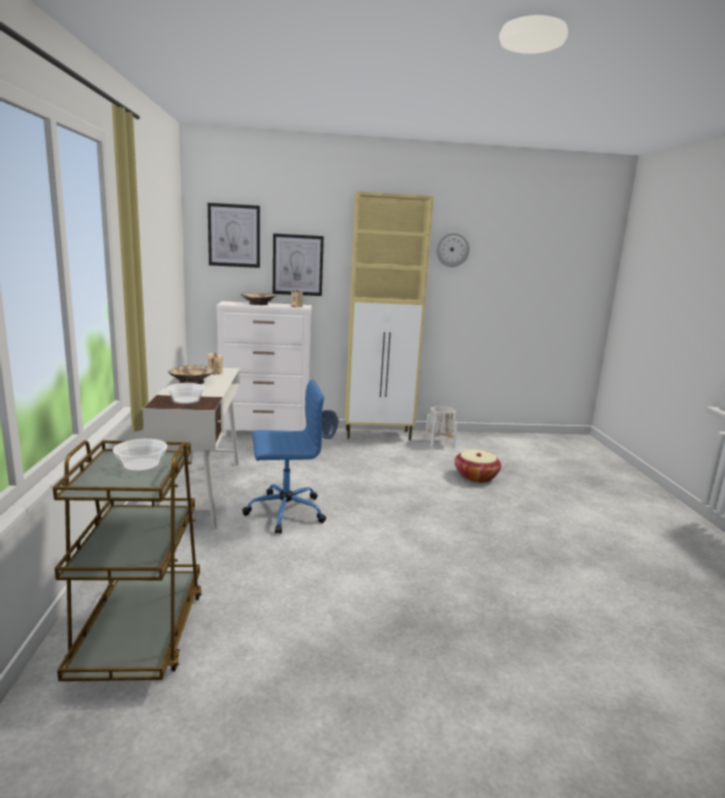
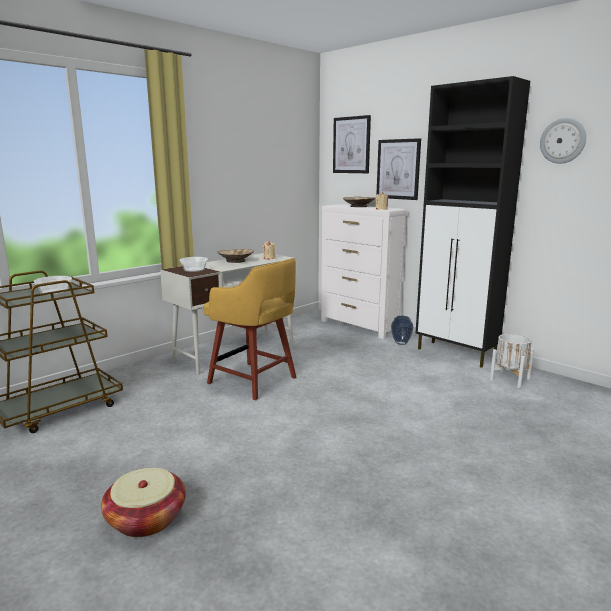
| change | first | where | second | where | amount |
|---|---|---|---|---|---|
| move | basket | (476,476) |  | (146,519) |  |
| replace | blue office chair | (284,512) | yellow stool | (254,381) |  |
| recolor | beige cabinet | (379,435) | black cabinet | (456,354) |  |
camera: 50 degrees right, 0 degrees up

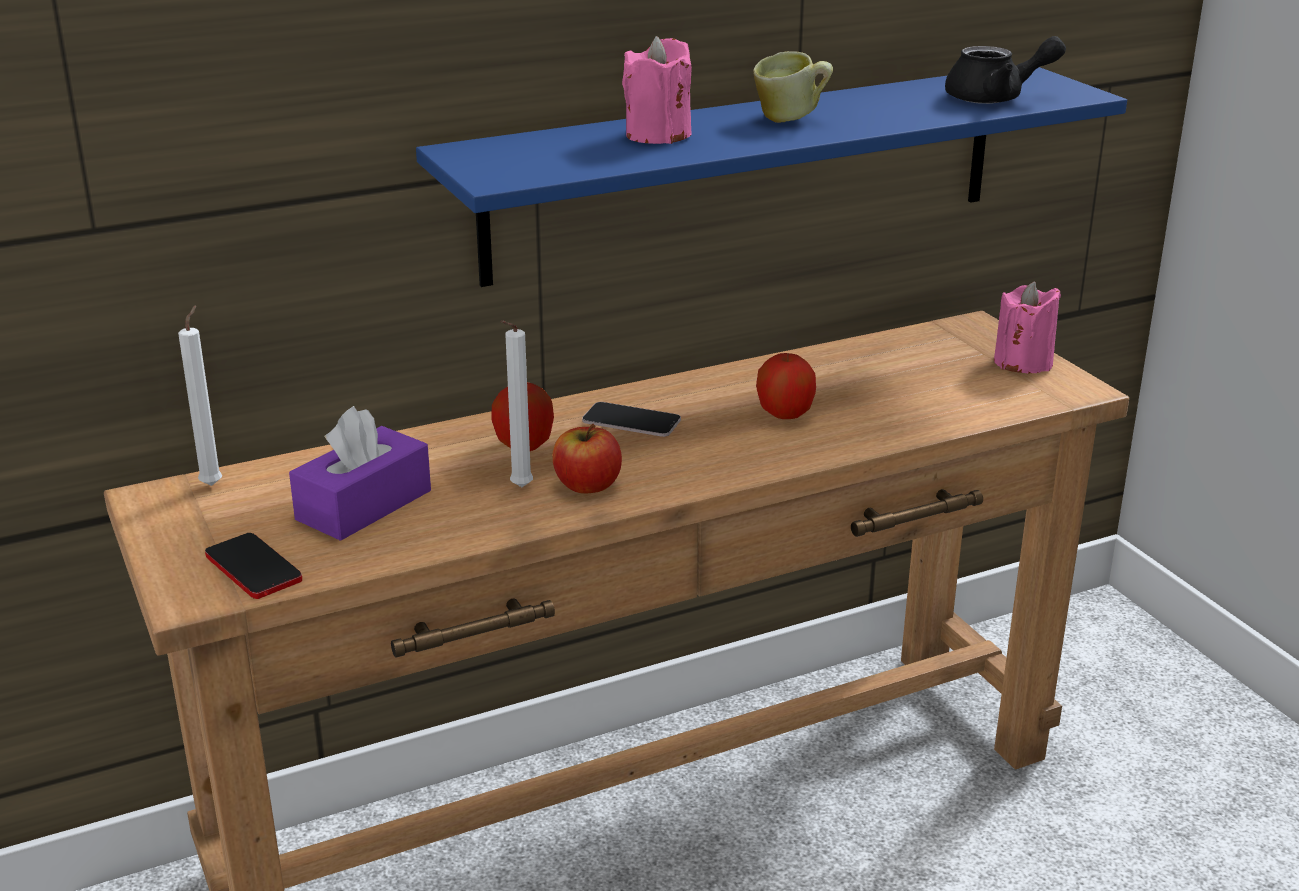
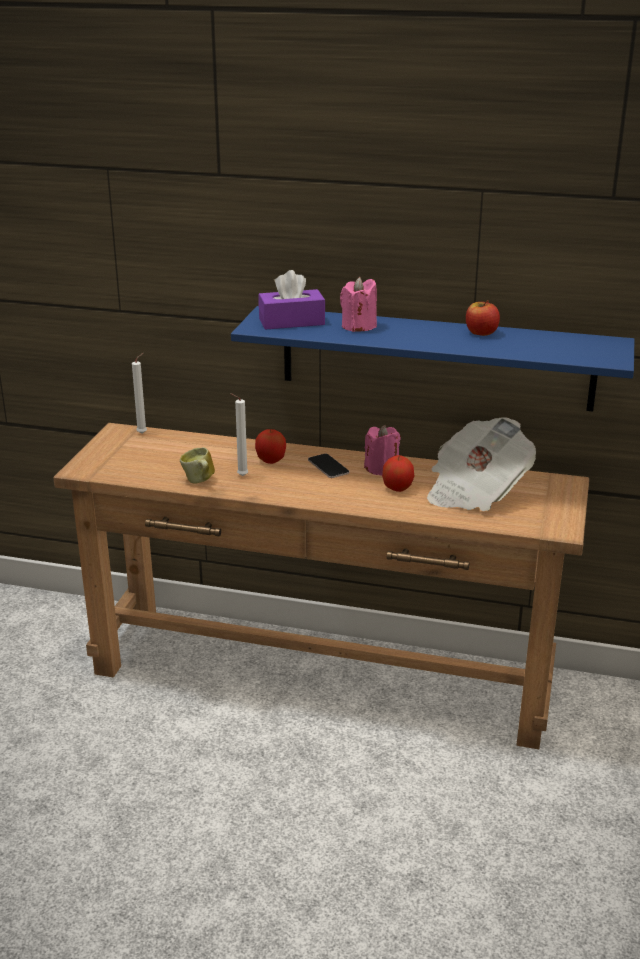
| change | first | where | second | where | amount |
|---|---|---|---|---|---|
| delete | phone | (253,568) |  |  |  |
| delete | black teapot | (996,98) |  |  |  |
| insert |  |  | newspaper | (475,491) |  |
| move | purple tissue box | (364,505) |  | (291,322) |  |
| move | apple | (587,485) |  | (481,333) |  |
| move | mug | (791,120) |  | (199,482) |  |
| move | pink candle | (1023,362) |  | (381,468) |  |
camera: 40 degrees right, 0 degrees up

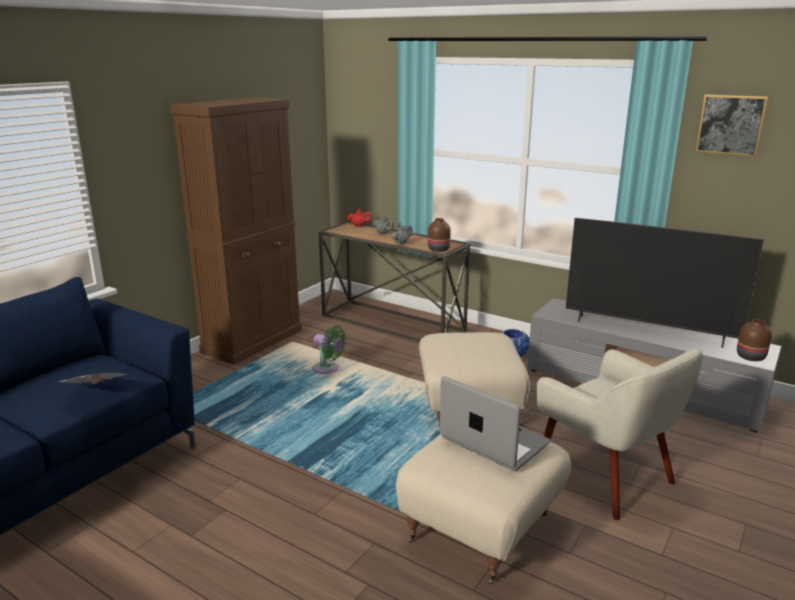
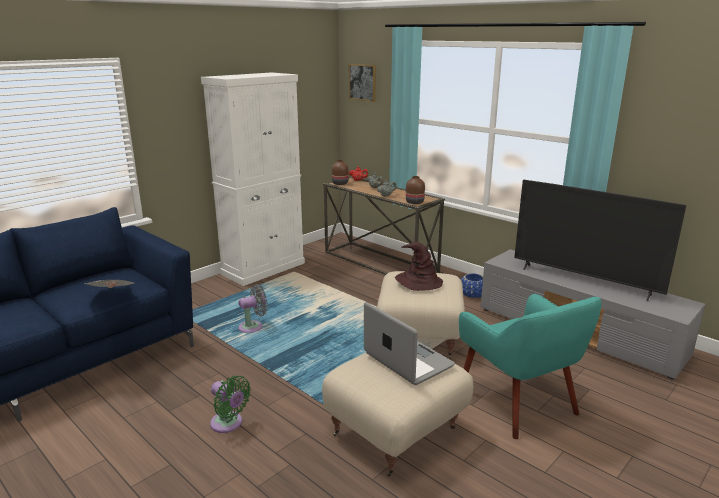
| change | first | where | second | where | amount |
|---|---|---|---|---|---|
| insert |  |  | grey fan | (253,327) |  |
| insert |  |  | brown hat | (418,282) |  |
| move | green fan | (328,369) |  | (228,424) |  |
| move | picture | (730,125) |  | (362,82) |  |
| move | brown vase | (751,357) |  | (340,183) |  |
| recolor | brown cabinet | (253,341) | white cabinet | (264,268) |  |
| recolor | beige armchair | (606,476) | turquoise armchair | (518,402) |  |
camera: 10 degrees right, 0 degrees up

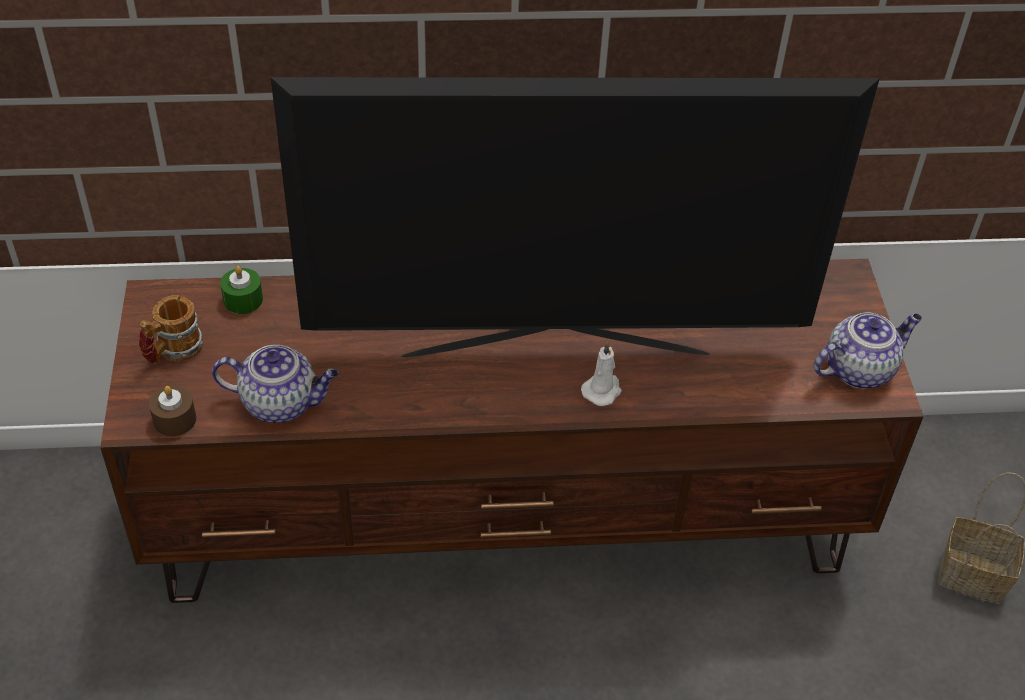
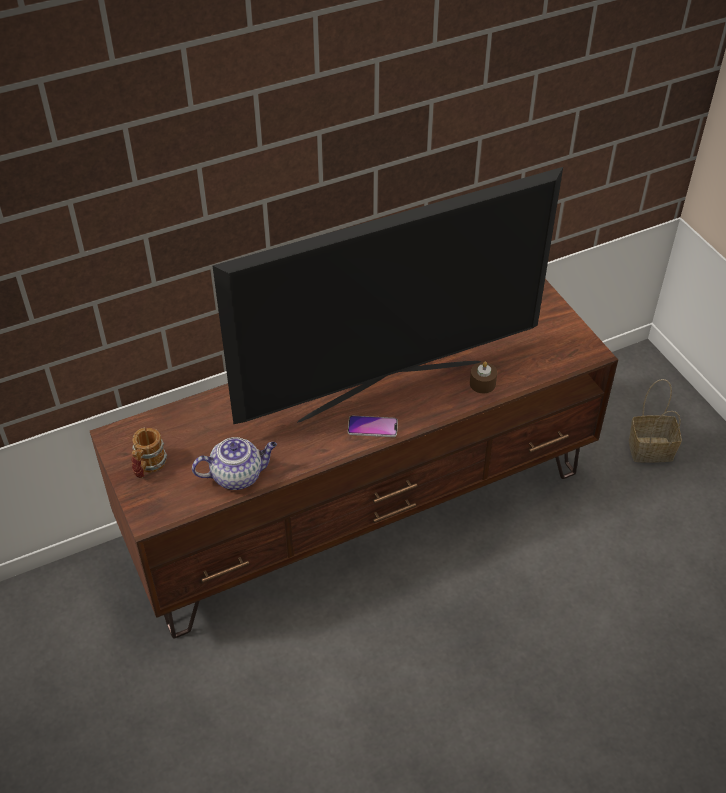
| change | first | where | second | where | amount |
|---|---|---|---|---|---|
| delete | green candle | (243,300) |  |  |  |
| delete | white candle | (602,390) |  |  |  |
| delete | teapot | (859,369) |  |  |  |
| insert |  |  | phone | (372,427) |  |
| move | brown candle | (174,419) |  | (482,383) |  |
camera: 20 degrees left, 0 degrees up

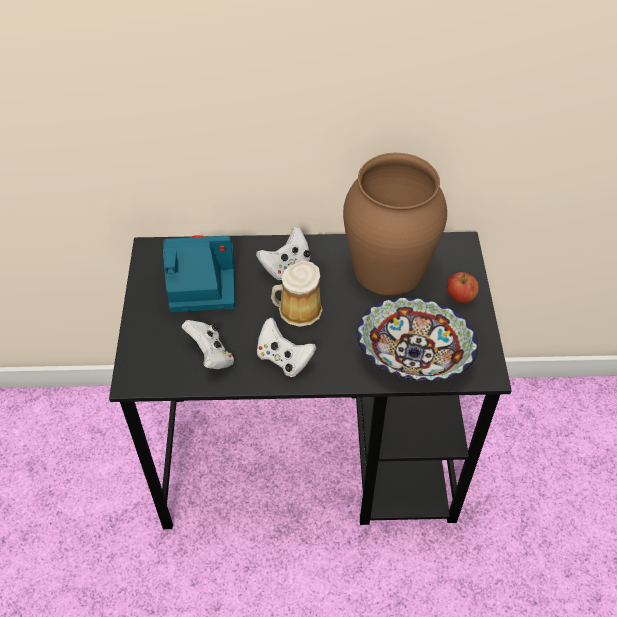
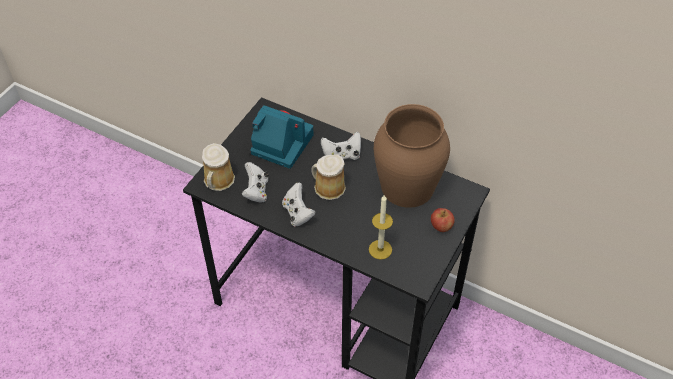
| change | first | where | second | where | amount |
|---|---|---|---|---|---|
| insert |  |  | mug | (218,181) |  |
| replace | bowl | (413,356) | candle | (380,249) |  |
camera: 30 degrees right, 0 degrees up

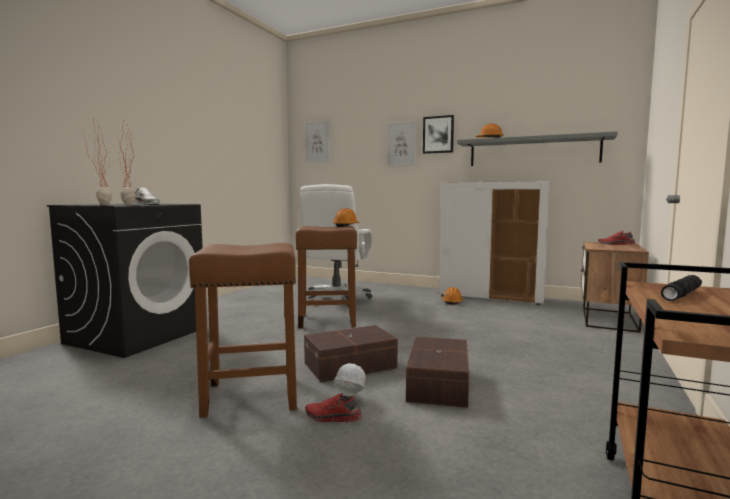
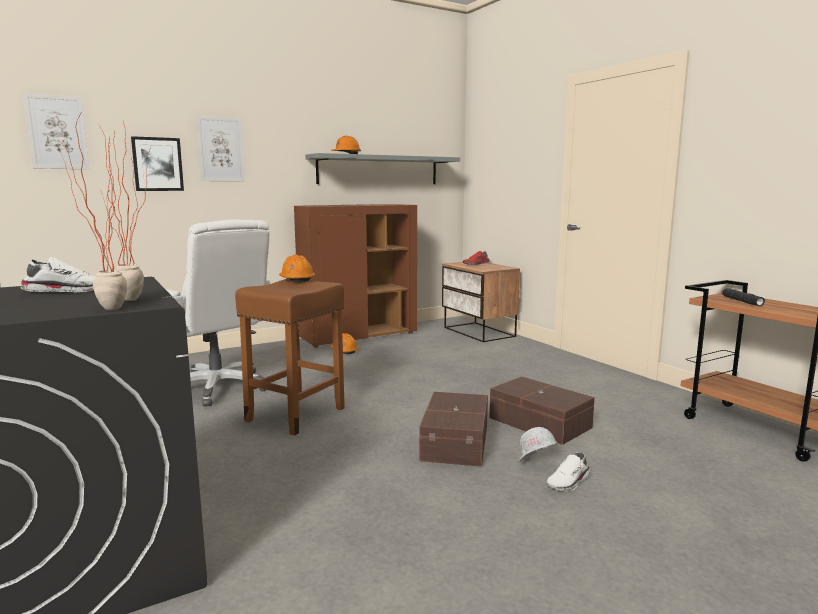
| change | first | where | second | where | amount |
|---|---|---|---|---|---|
| delete | brown stool | (249,396) |  |  |  |
| move | picture | (438,134) |  | (157,164) |  |
| recolor | red shoe | (332,418) | white shoe | (569,482) |  |
| recolor | white cabinet | (491,297) | brown cabinet | (359,336) |  |
camera: 55 degrees left, 5 degrees up

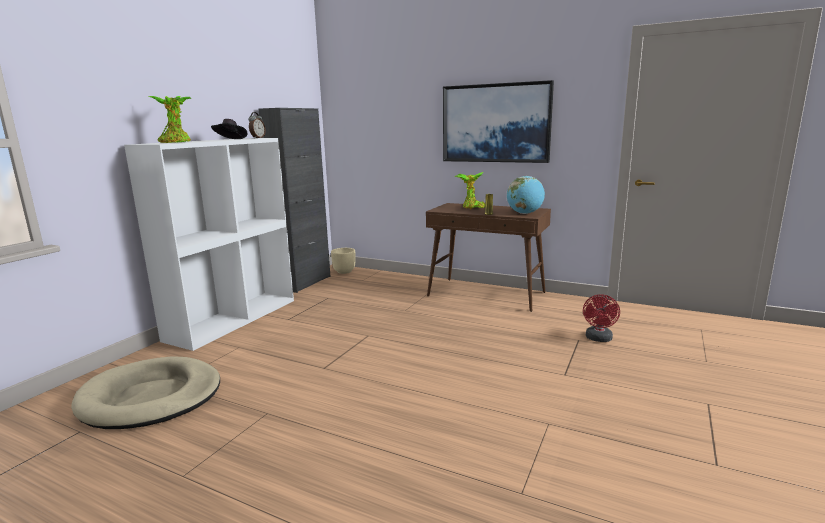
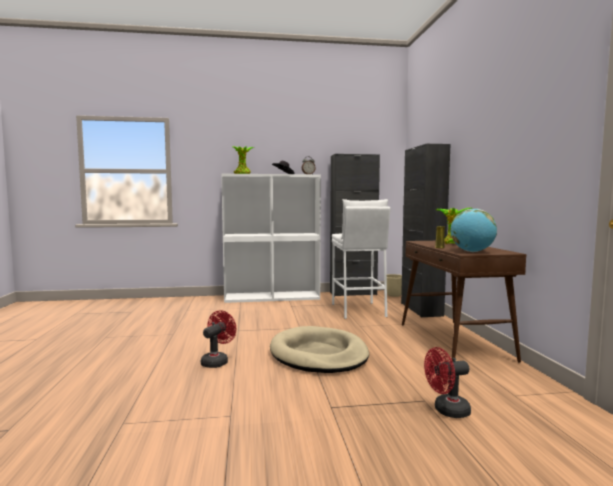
| change | first | where | second | where | amount |
|---|---|---|---|---|---|
| delete | picture | (495,123) |  |  |  |
| insert |  |  | red fan | (217,361) |  |
| insert |  |  | white stool | (358,310) |  |
| insert |  |  | black cabinet | (421,309) |  |
| move | beige dog bed | (151,397) |  | (318,354) |  |
camera: 55 degrees right, 10 degrees down

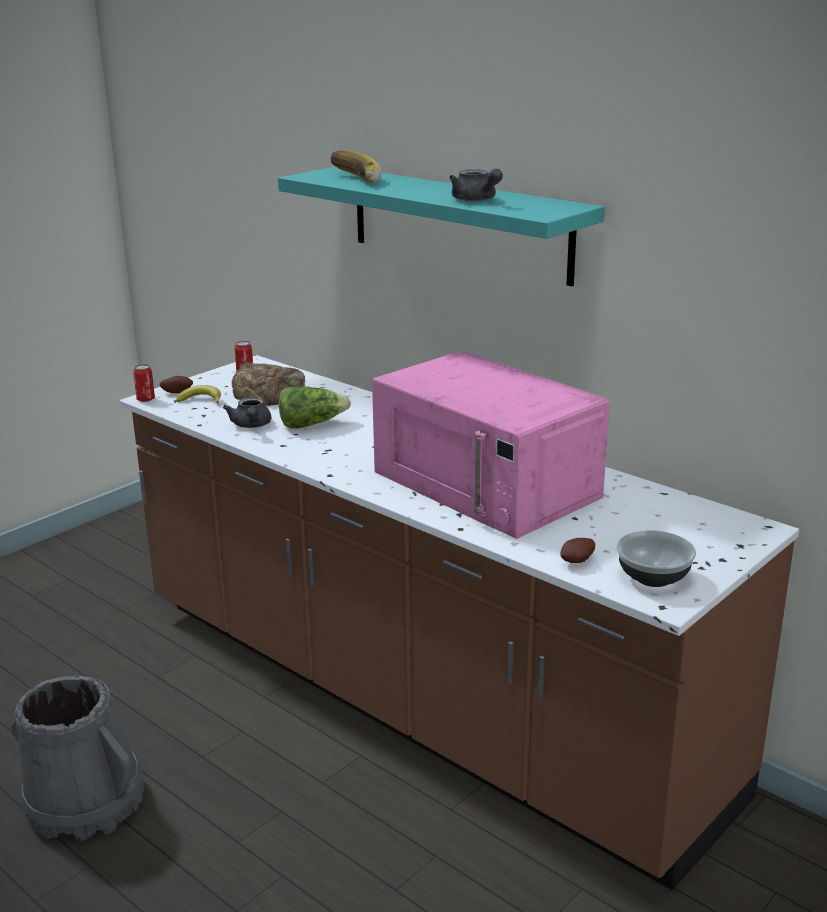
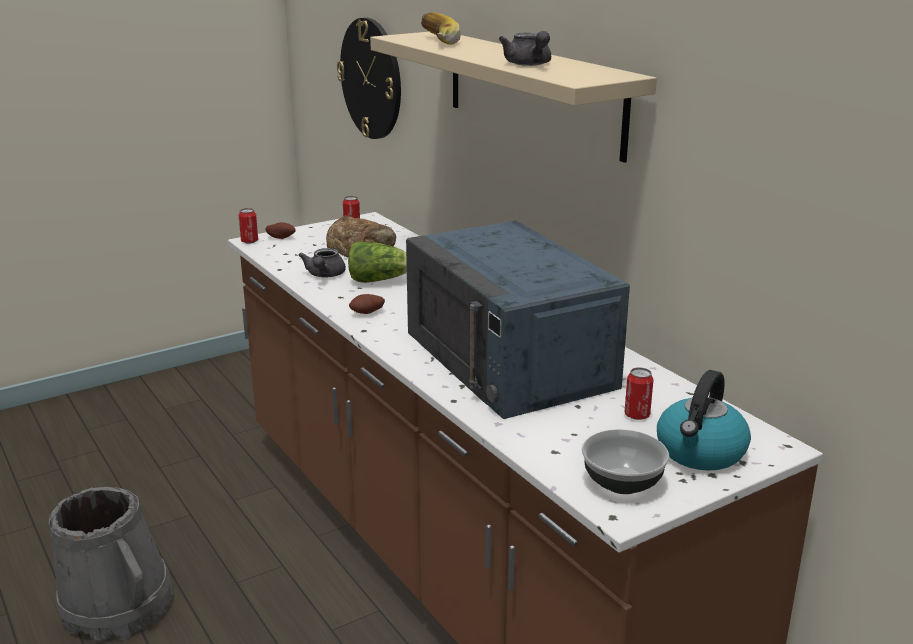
| change | first | where | second | where | amount |
|---|---|---|---|---|---|
| delete | banana | (201,400) |  |  |  |
| insert |  |  | wall clock | (371,79) |  |
| insert |  |  | can | (637,415) |  |
| insert |  |  | kettle | (700,452) |  |
| move | potato | (578,561) |  | (367,313) |  |
| recolor | turquoise shelf | (458,223) | beige shelf | (532,91) |  |
| recolor | pink microwave | (488,484) | blue microwave | (510,359) |  |
camera: 15 degrees right, 0 degrees up

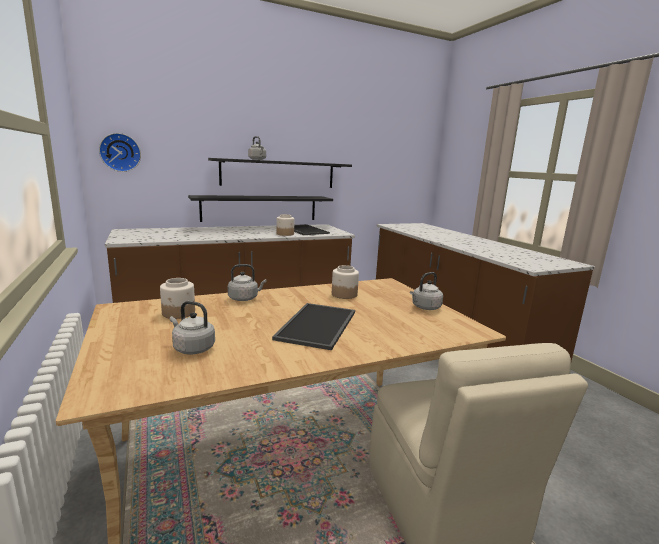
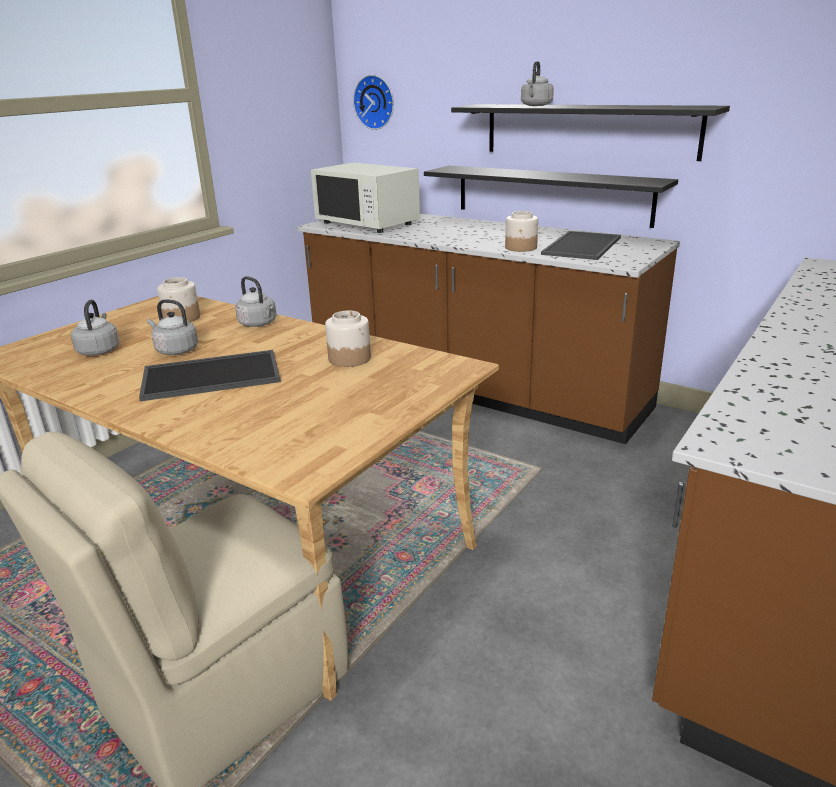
| change | first | where | second | where | amount |
|---|---|---|---|---|---|
| insert |  |  | white microwave | (368,223) |  |
| move | grey kettle | (425,307) |  | (175,350) |  |
camera: 60 degrees right, 10 degrees up

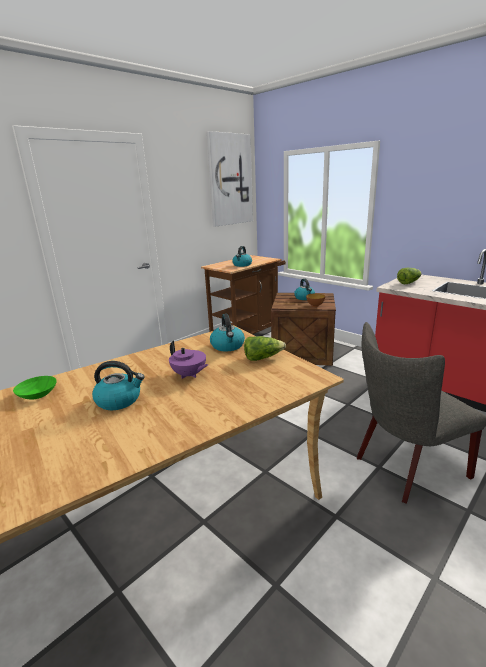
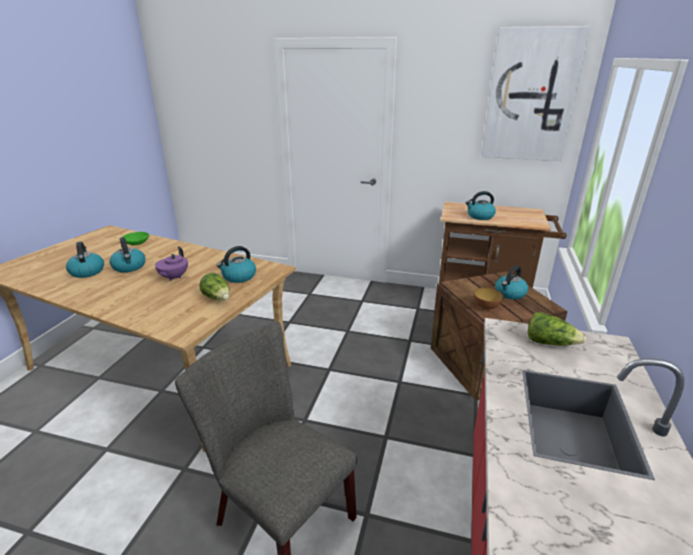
| change | first | where | second | where | amount |
|---|---|---|---|---|---|
| insert |  |  | kettle | (87,271) |  |
camera: 60 degrees right, 5 degrees up

